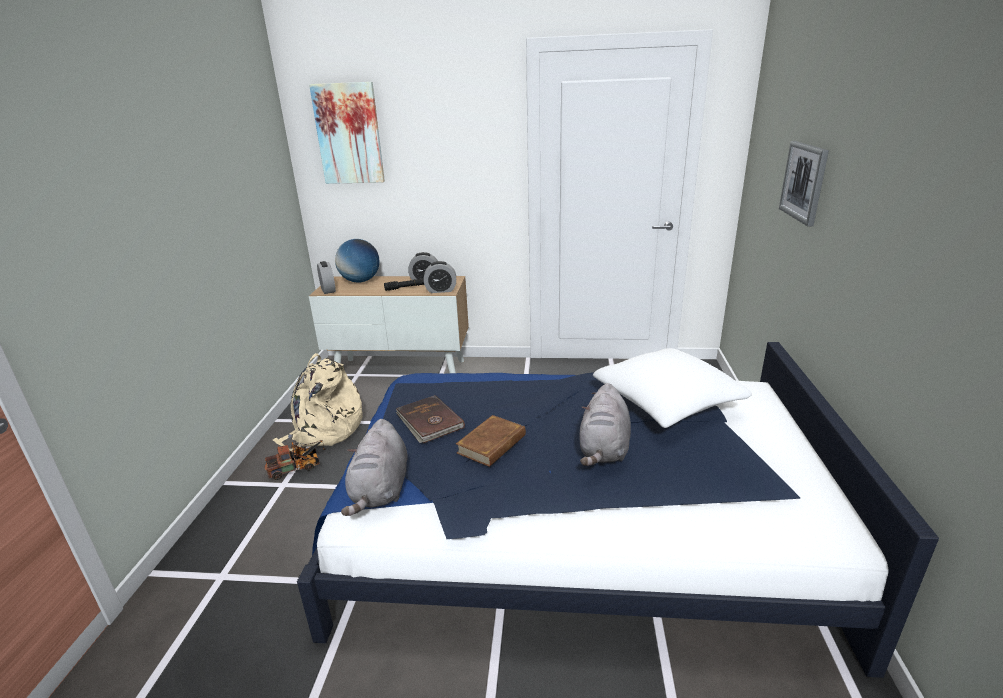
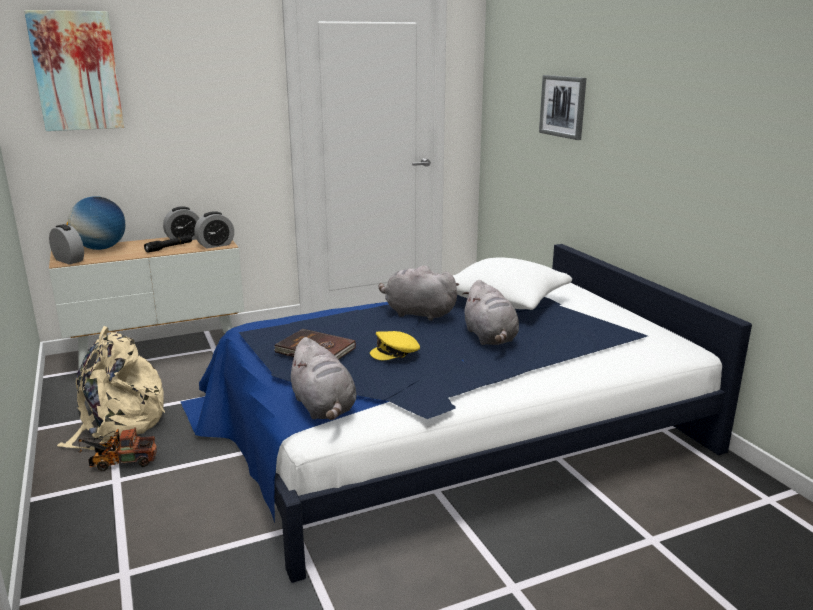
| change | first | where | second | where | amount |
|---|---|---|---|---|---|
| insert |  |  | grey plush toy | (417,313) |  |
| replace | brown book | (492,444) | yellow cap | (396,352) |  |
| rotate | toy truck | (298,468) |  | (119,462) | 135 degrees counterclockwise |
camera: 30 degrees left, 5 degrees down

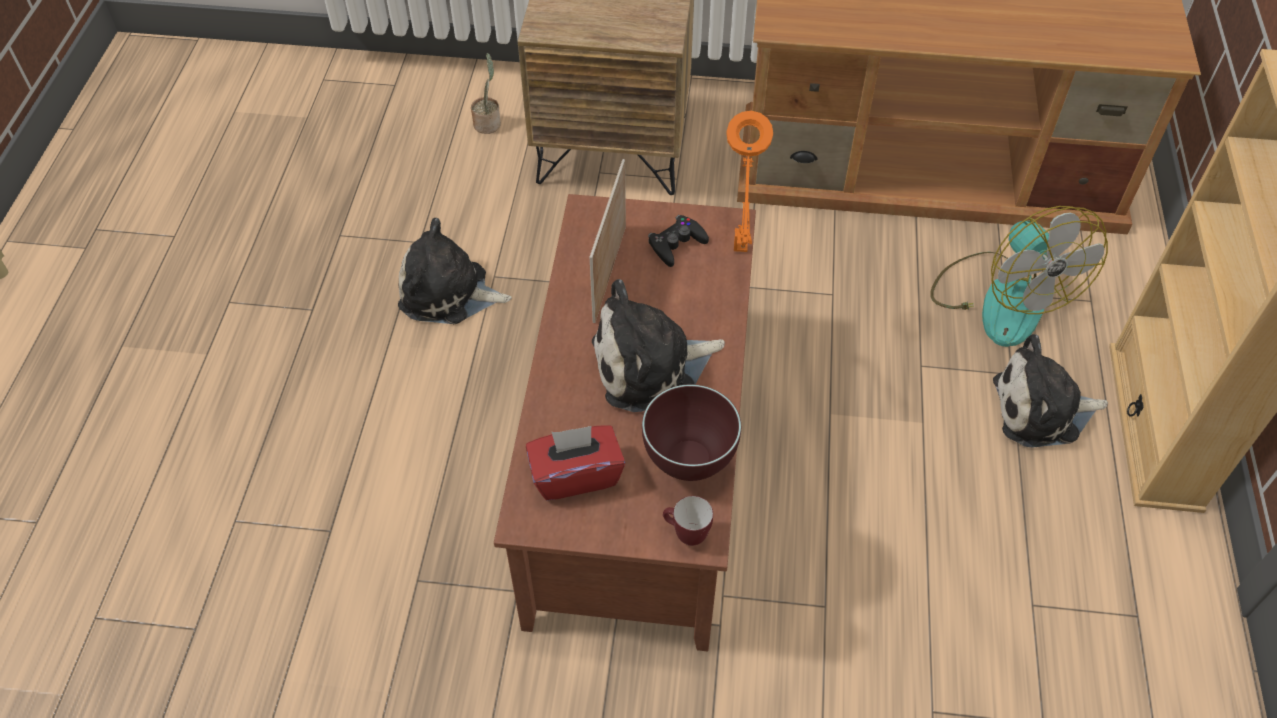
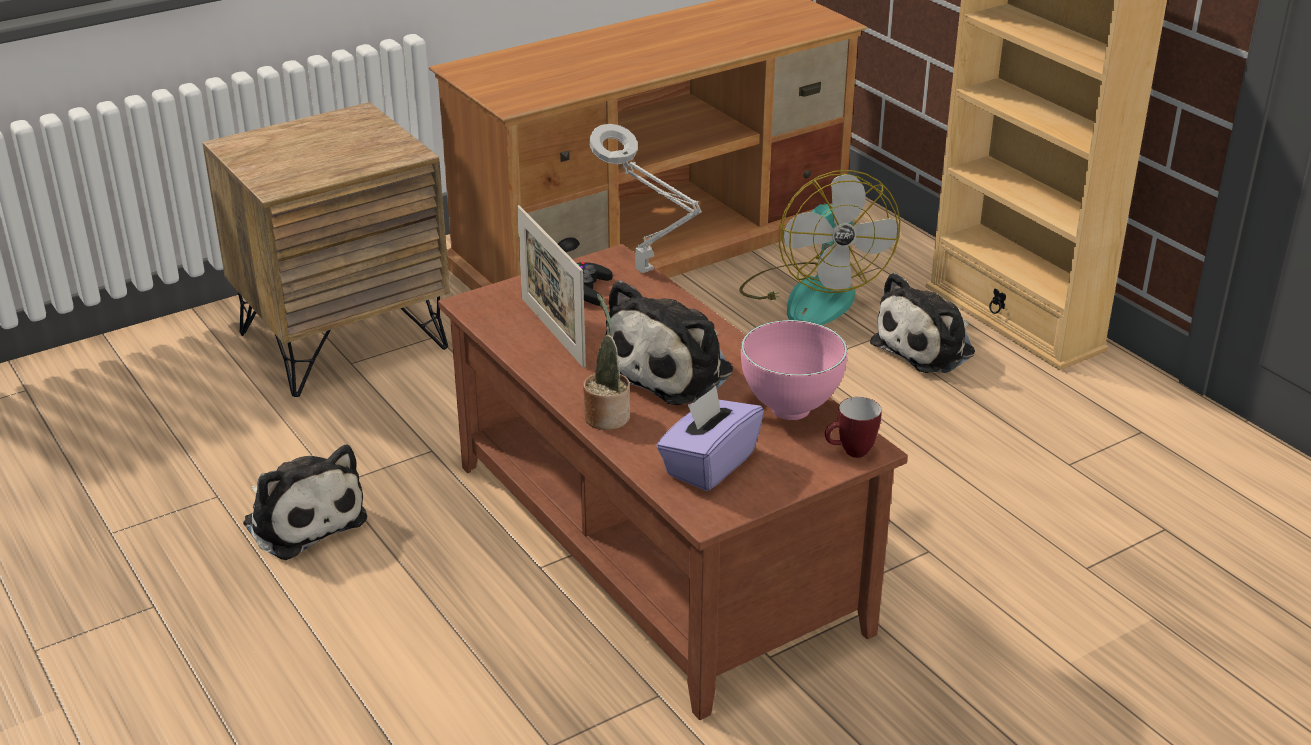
| change | first | where | second | where | amount |
|---|---|---|---|---|---|
| move | potted plant | (488,123) |  | (606,415) |  |
| recolor | red tissue box | (576,475) | purple tissue box | (709,464) |  |
| recolor | brown bowl | (690,461) | pink bowl | (790,409) |  |
| recolor | orange table lamp | (740,252) | grey table lamp | (647,273) |  |
| rotate | plush toy | (449,293) |  | (302,519) | 105 degrees counterclockwise |
| rotate | fan | (1001,297) |  | (812,294) | 45 degrees clockwise |
camera: 40 degrees left, 20 degrees down

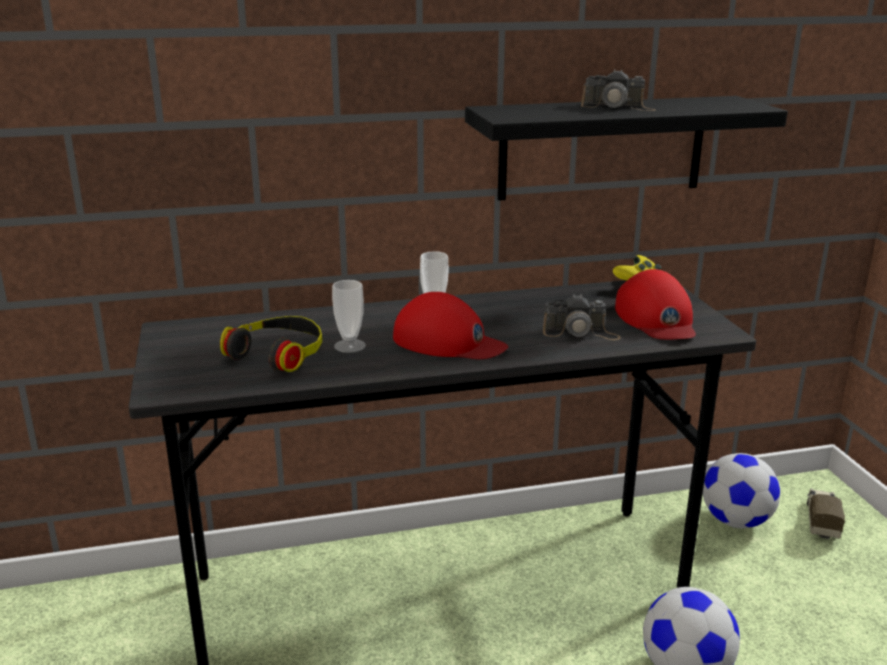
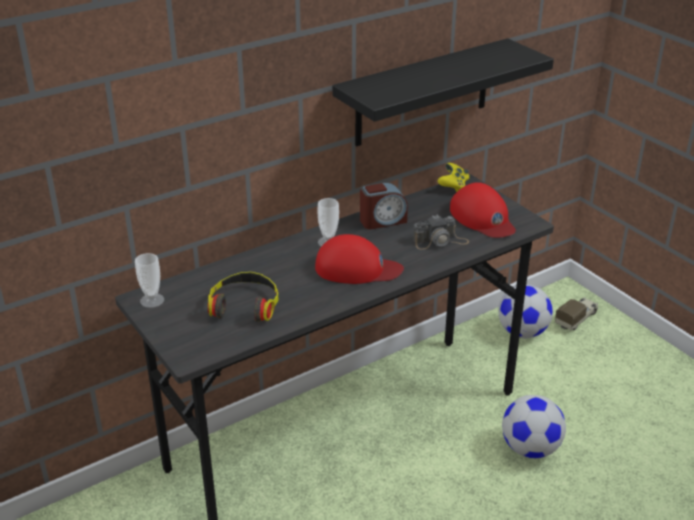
| change | first | where | second | where | amount |
|---|---|---|---|---|---|
| delete | photo camera | (618,107) |  |  |  |
| insert |  |  | alarm clock | (382,221) |  |
| move | cup | (350,346) |  | (152,300) |  |
| rotate | toy truck | (821,521) |  | (576,319) | 45 degrees clockwise |
camera: 20 degrees left, 10 degrees up

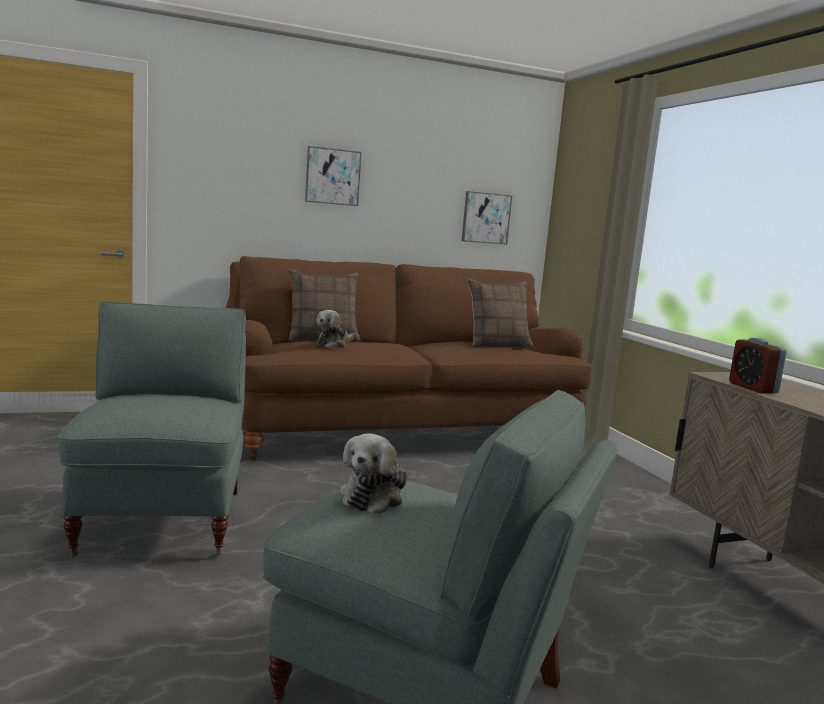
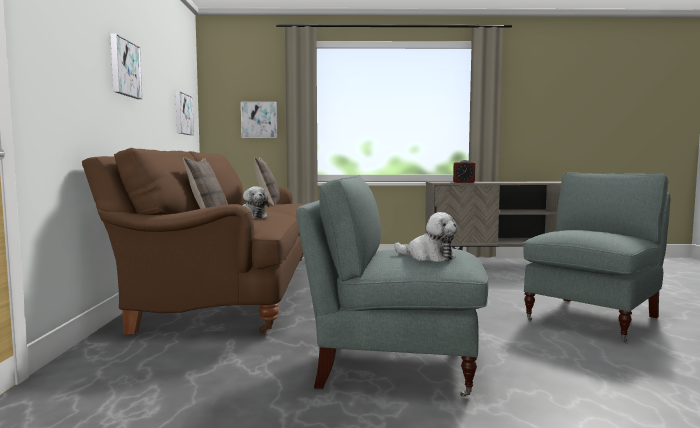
| change | first | where | second | where | amount |
|---|---|---|---|---|---|
| insert |  |  | picture | (259,120) |  |
| move | plush toy | (373,496) |  | (428,257) |  |
camera: 70 degrees left, 5 degrees down

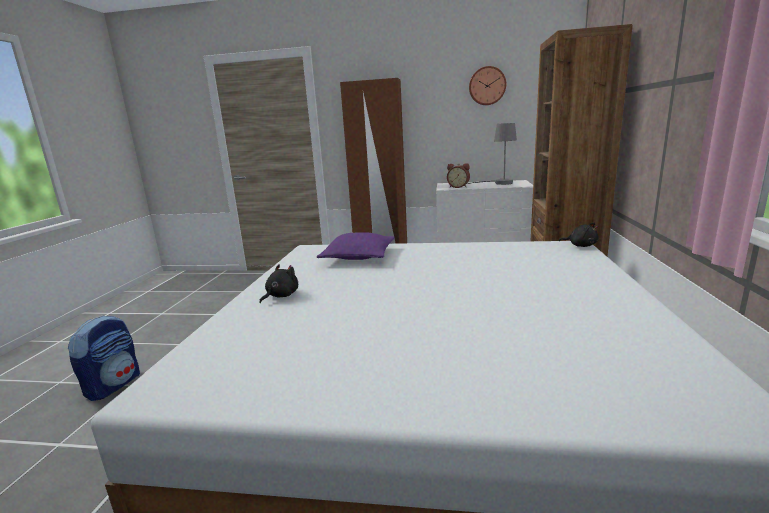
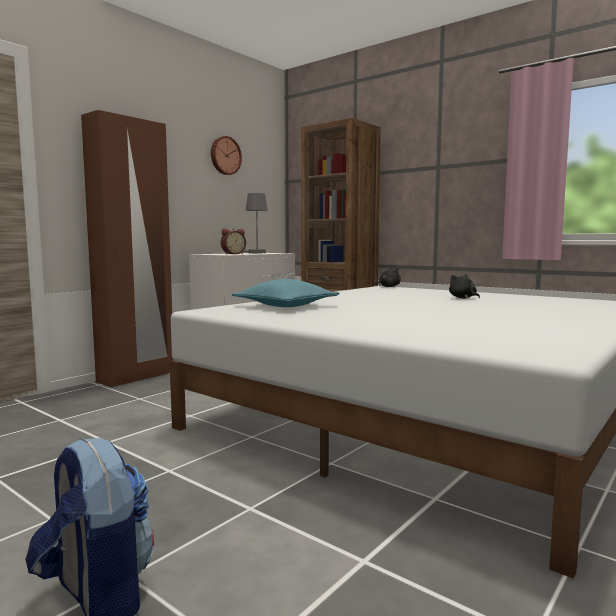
| change | first | where | second | where | amount |
|---|---|---|---|---|---|
| move | black plush toy | (281,296) |  | (463,298) |  |
| recolor | purple pillow | (358,256) | turquoise pillow | (286,306) |  |
camera: 60 degrees left, 10 degrees down

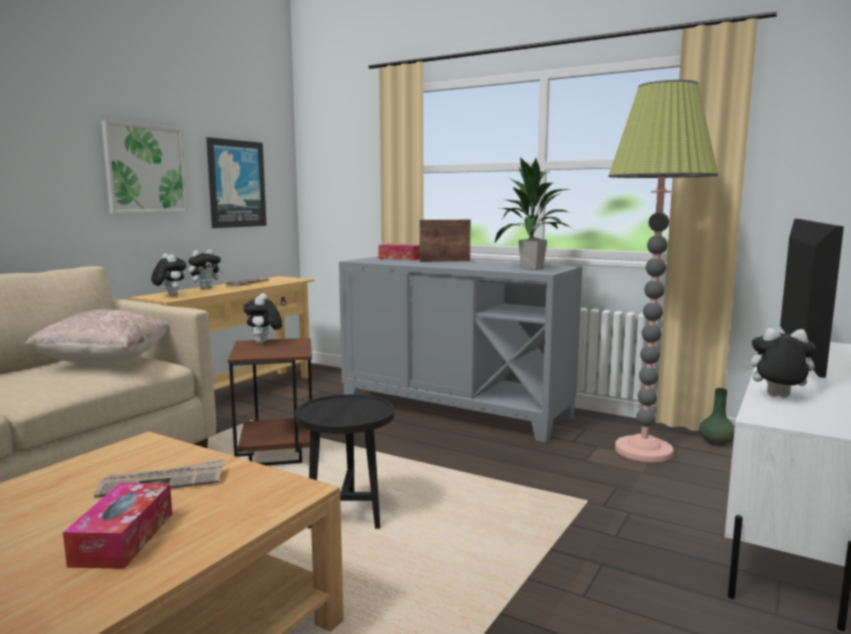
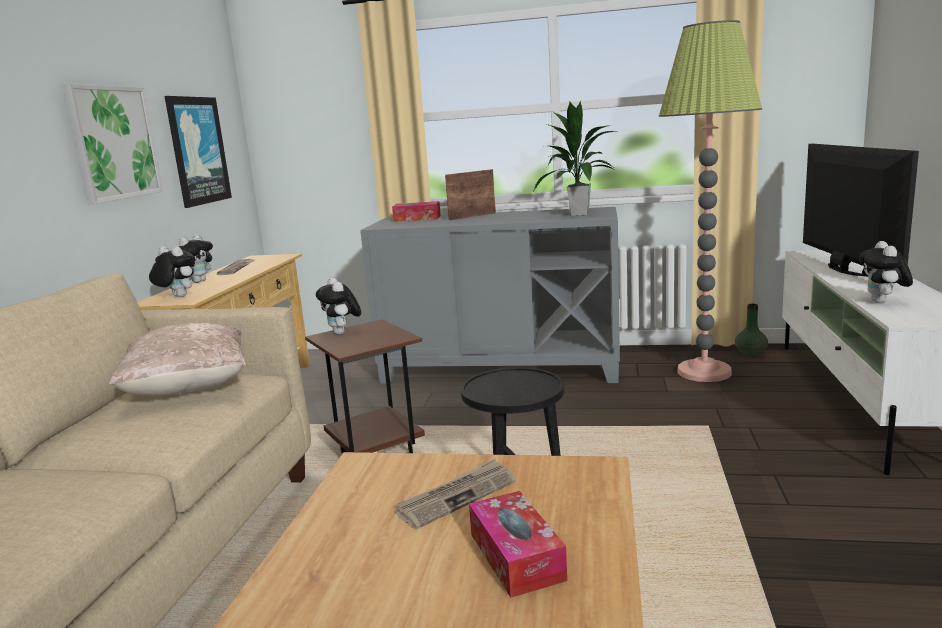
| change | first | where | second | where | amount |
|---|---|---|---|---|---|
| rotate | plush toy | (776,397) |  | (882,302) | 75 degrees counterclockwise |
camera: 20 degrees left, 5 degrees up

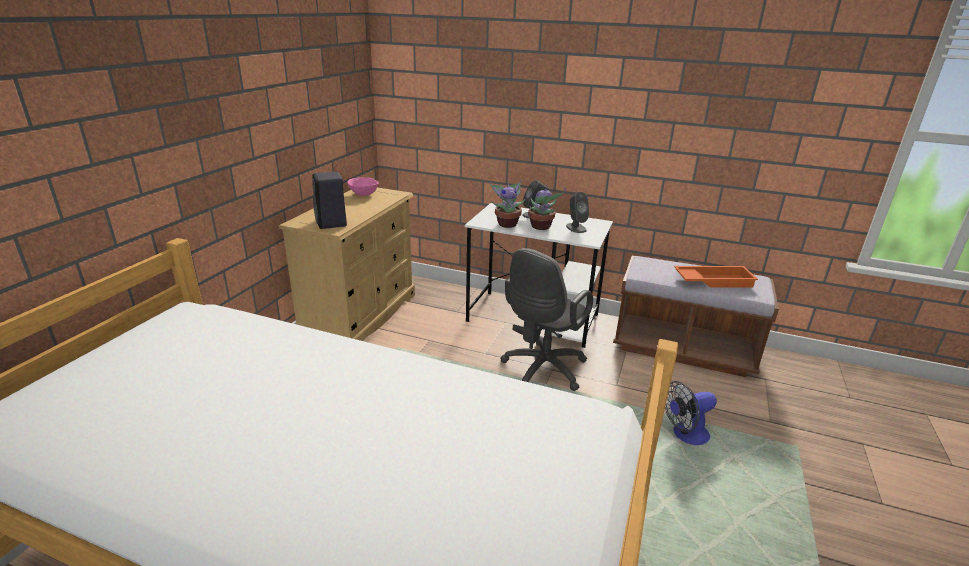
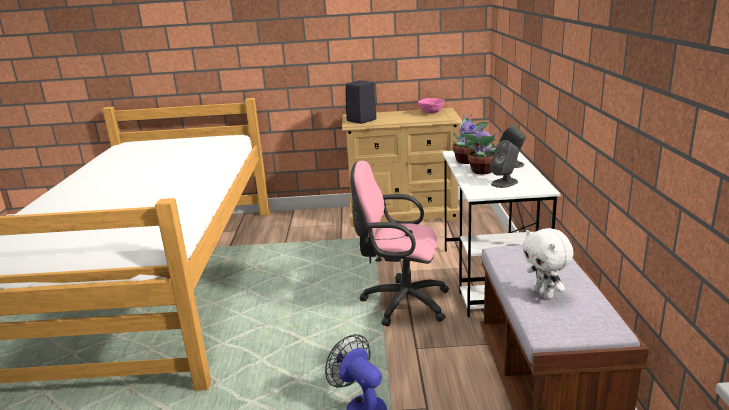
| change | first | where | second | where | amount |
|---|---|---|---|---|---|
| replace | orange tray | (713,280) | white plush toy | (544,293) |  |
| recolor | grey office chair | (541,371) | pink office chair | (400,302) |  |
camera: 70 degrees right, 5 degrees down

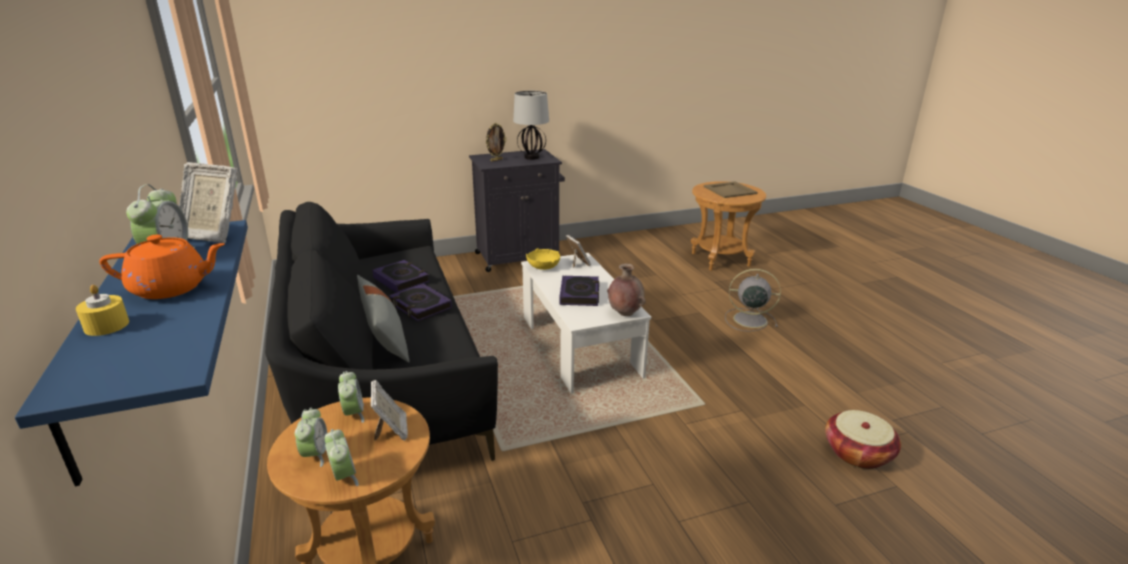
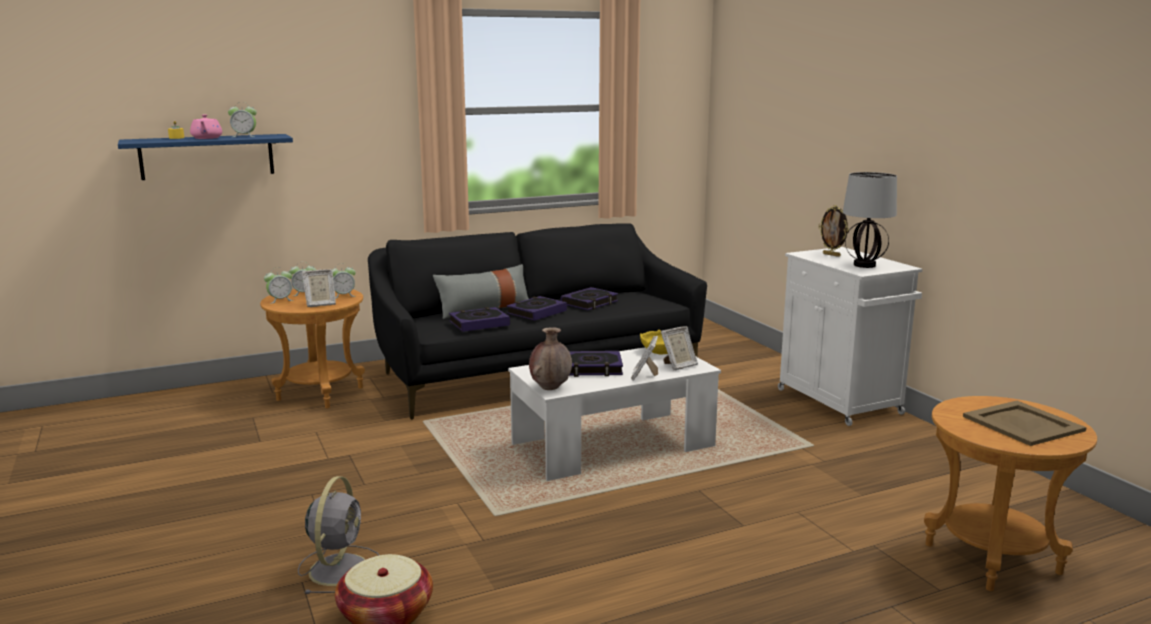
| change | first | where | second | where | amount |
|---|---|---|---|---|---|
| insert |  |  | book | (479,323) |  |
| move | picture frame | (213,235) |  | (644,376) |  |
| move | grey fan | (748,319) |  | (340,568) |  |
| recolor | orange teapot | (172,288) | pink teapot | (206,138) |  |
| recolor | black cabinet | (519,257) | white cabinet | (840,402) |  |
camera: 85 degrees right, 10 degrees down

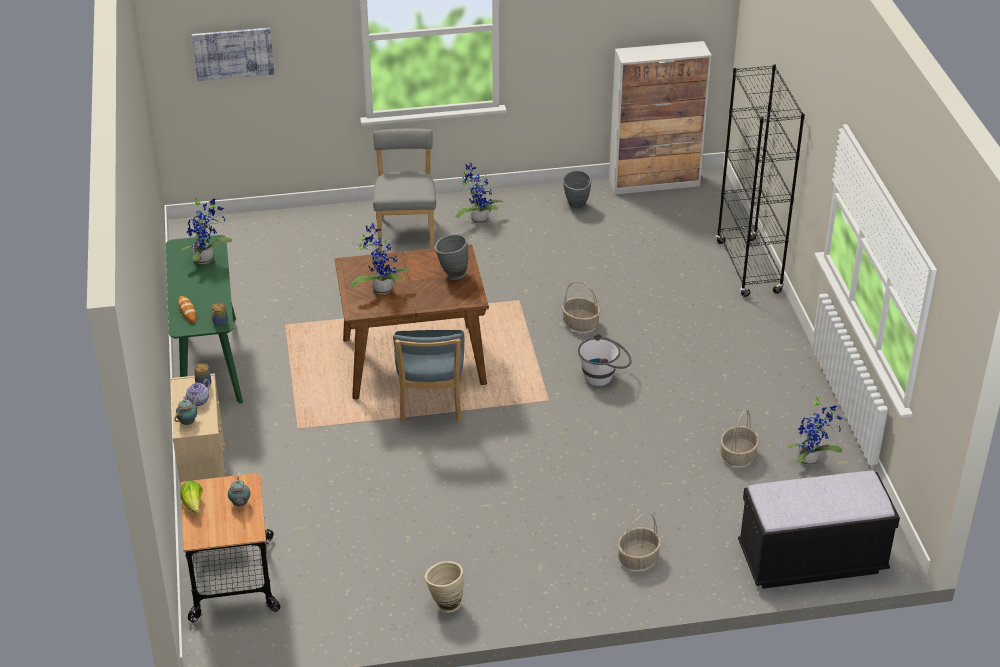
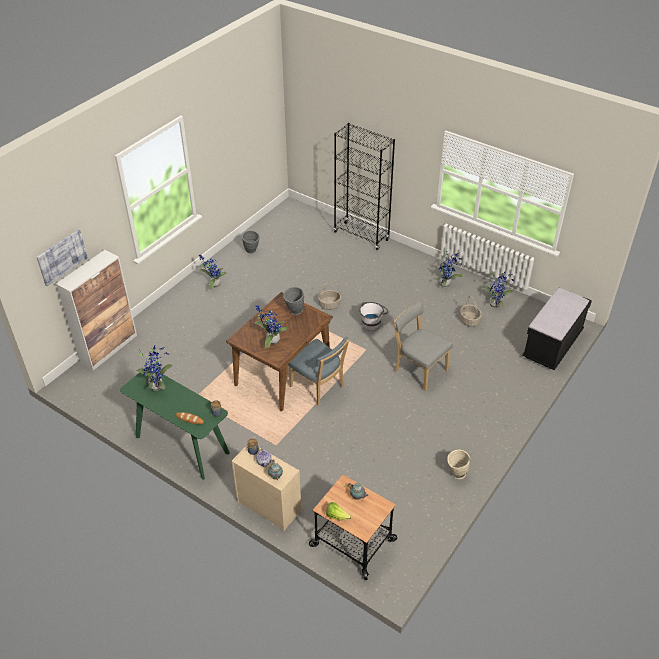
| change | first | where | second | where | amount |
|---|---|---|---|---|---|
| delete | basket | (638,558) |  |  |  |
| insert |  |  | potted plant | (446,283) |  |
| move | grey chair | (406,230) |  | (419,370) |  |
| move | cabinet | (654,182) |  | (109,348) |  |
camera: 45 degrees left, 5 degrees up

